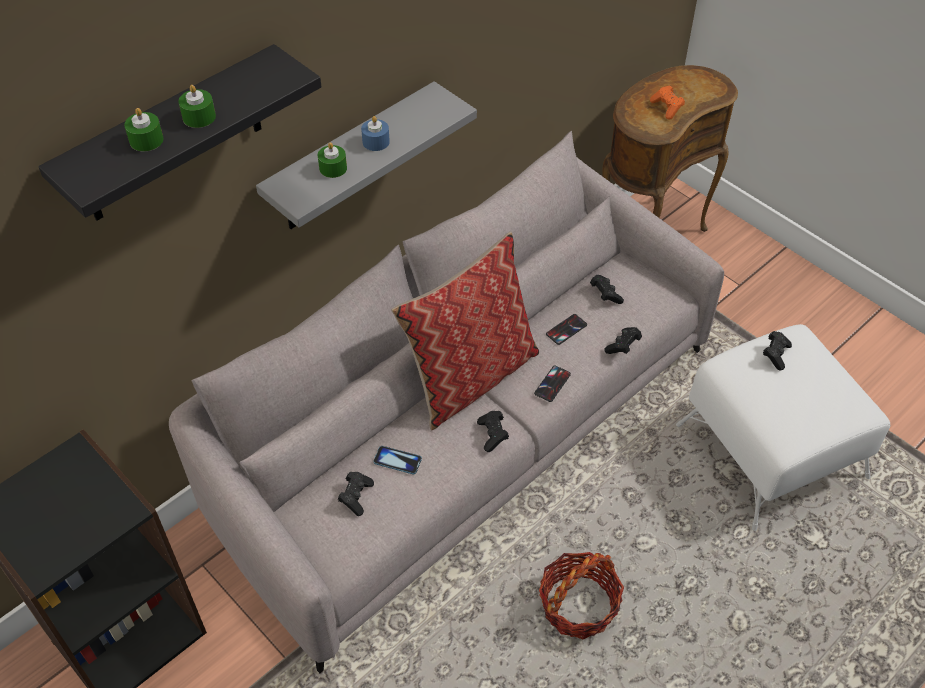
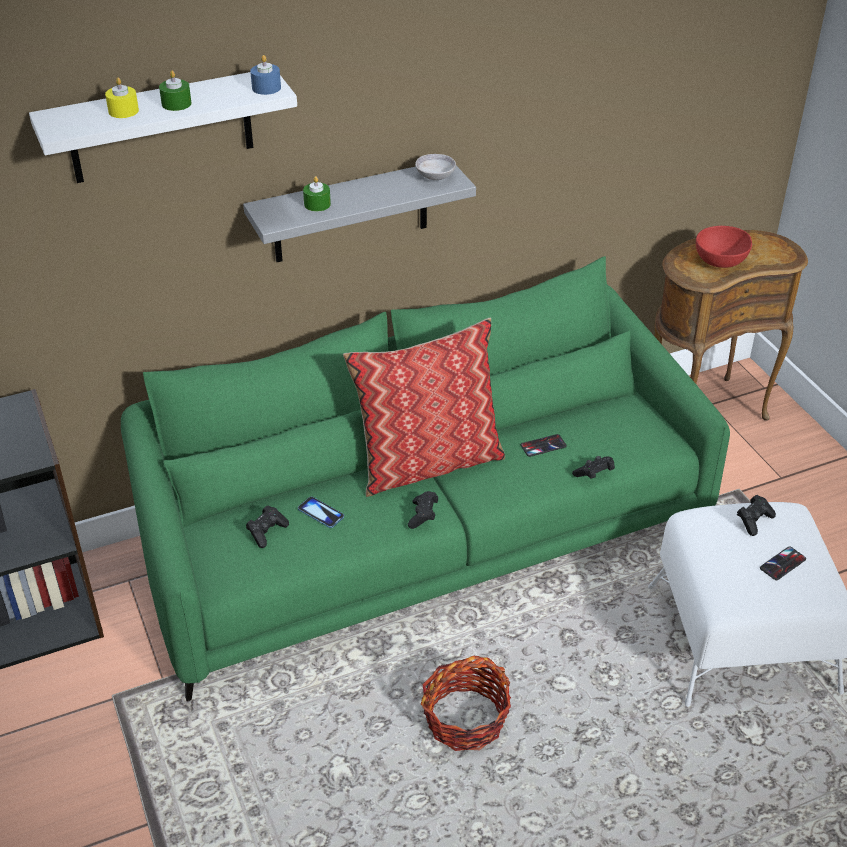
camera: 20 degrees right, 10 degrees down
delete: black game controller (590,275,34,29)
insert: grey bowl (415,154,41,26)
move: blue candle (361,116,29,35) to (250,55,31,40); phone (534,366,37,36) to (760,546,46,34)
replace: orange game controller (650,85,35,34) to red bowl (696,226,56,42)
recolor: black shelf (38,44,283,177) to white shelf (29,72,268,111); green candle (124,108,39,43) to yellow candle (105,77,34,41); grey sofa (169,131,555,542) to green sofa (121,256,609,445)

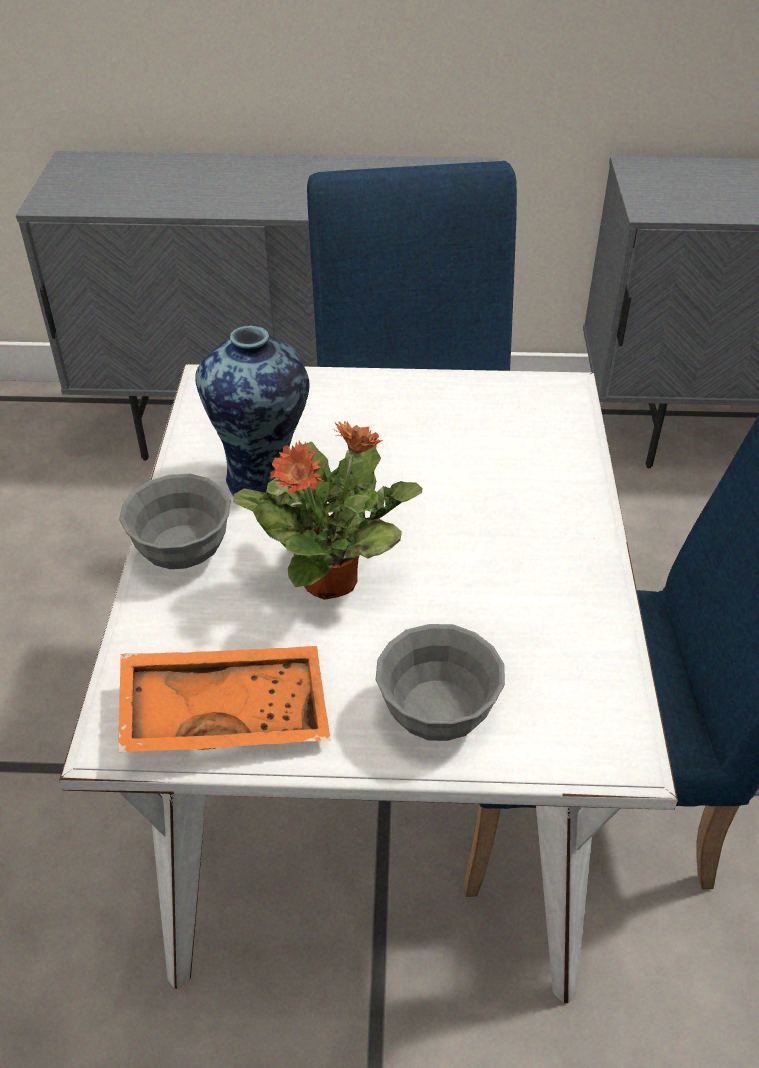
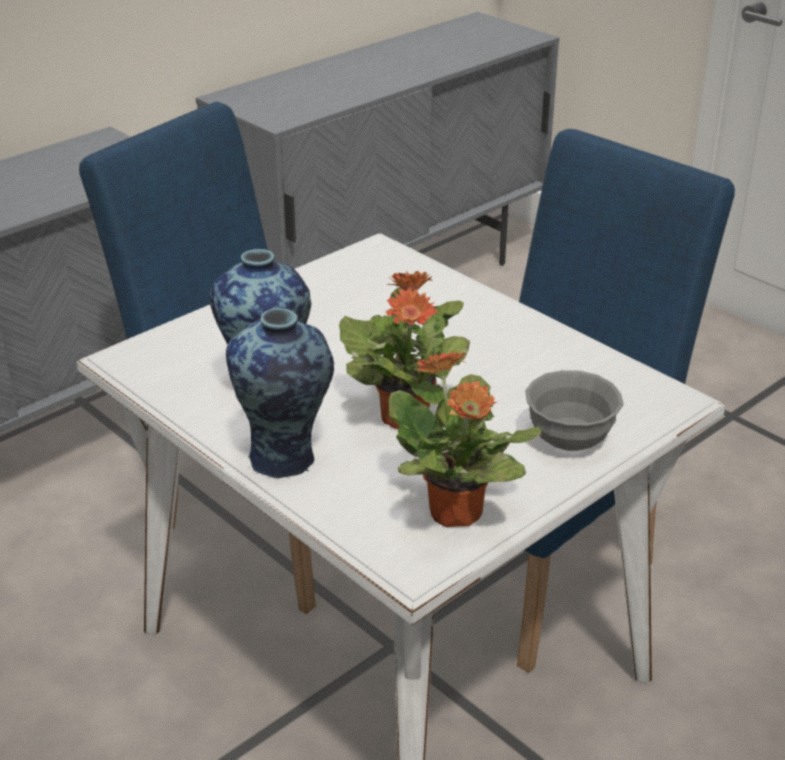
camera: 45 degrees left, 10 degrees down
replace: grey bowl (119,474,112,95) to vase (226,308,108,171); orange tray (118,646,213,106) to potted plant (389,350,153,177)

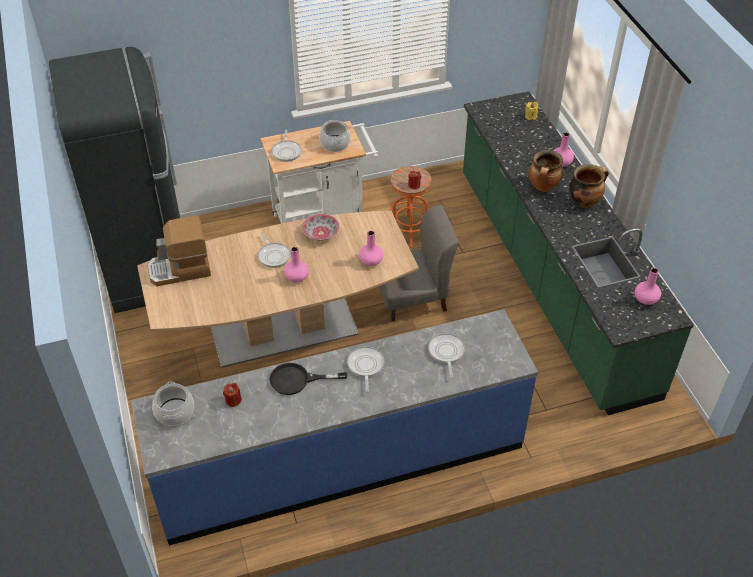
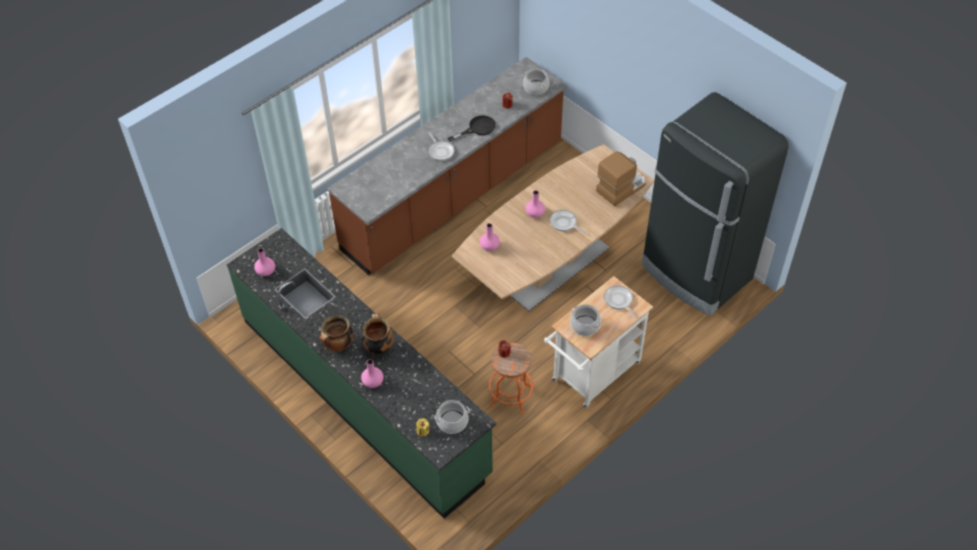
camera: 155 degrees right, 5 degrees up
delete: bowl (302,214,38,27); grey chair (378,205,81,116); frying pan (428,333,37,45)
insert: cooking pot (434,400,36,34)
recolor: blue counter (131,309,407,237) to brown counter (328,57,239,218)

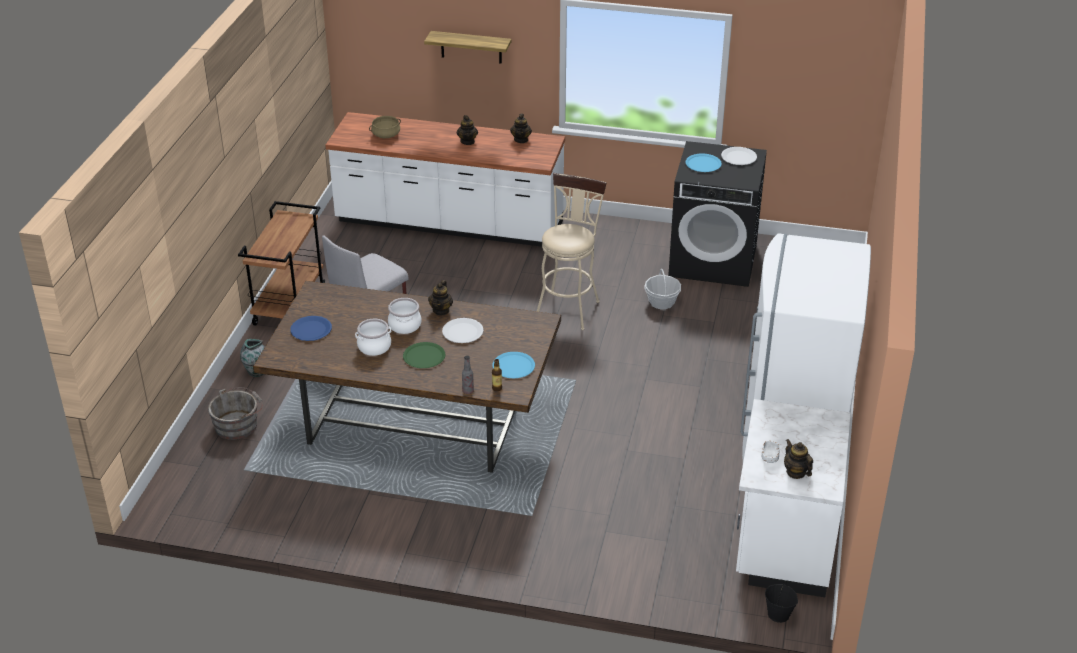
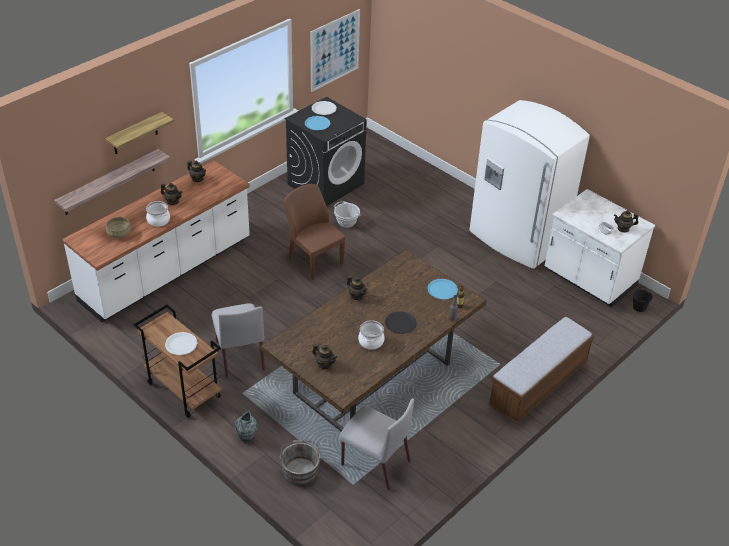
camera: 60 degrees left, 5 degrees up
insert: shelf (54,149,117,66); picture (311,9,49,83); grey chair (339,398,75,92); bench (488,317,107,107)
move: cooking pot (388,298,33,36) to (146,201,24,26); white plate (442,318,42,25) to (165,332,32,23)
replace: beige stool (537,173,70,157) to brown chair (284,184,62,96); blue plate (290,316,42,25) to teapot (312,344,25,25)
recolor: green plate (403,342,42,26) to black plate (385,311,32,23)

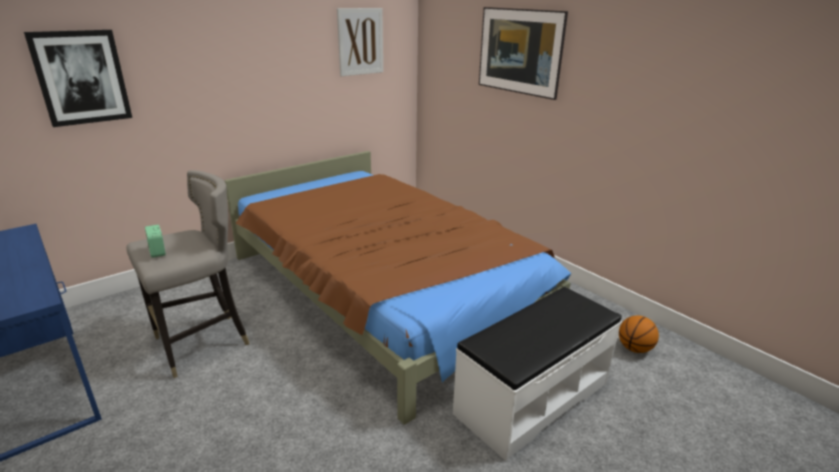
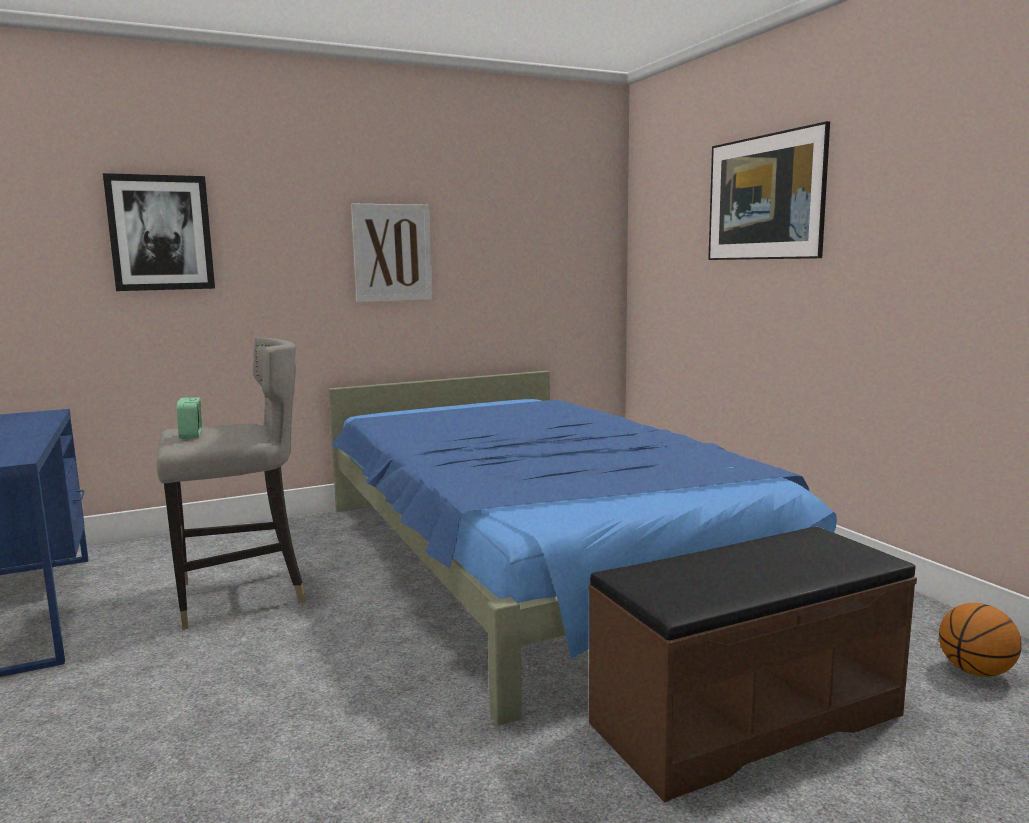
camera: 15 degrees right, 15 degrees down
move: picture (337,8,46,68) to (351,204,82,98)
recolor: brown bed (224,151,347,274) to blue bed (328,371,509,355); white bench (453,287,169,174) to brown bench (588,527,329,275)

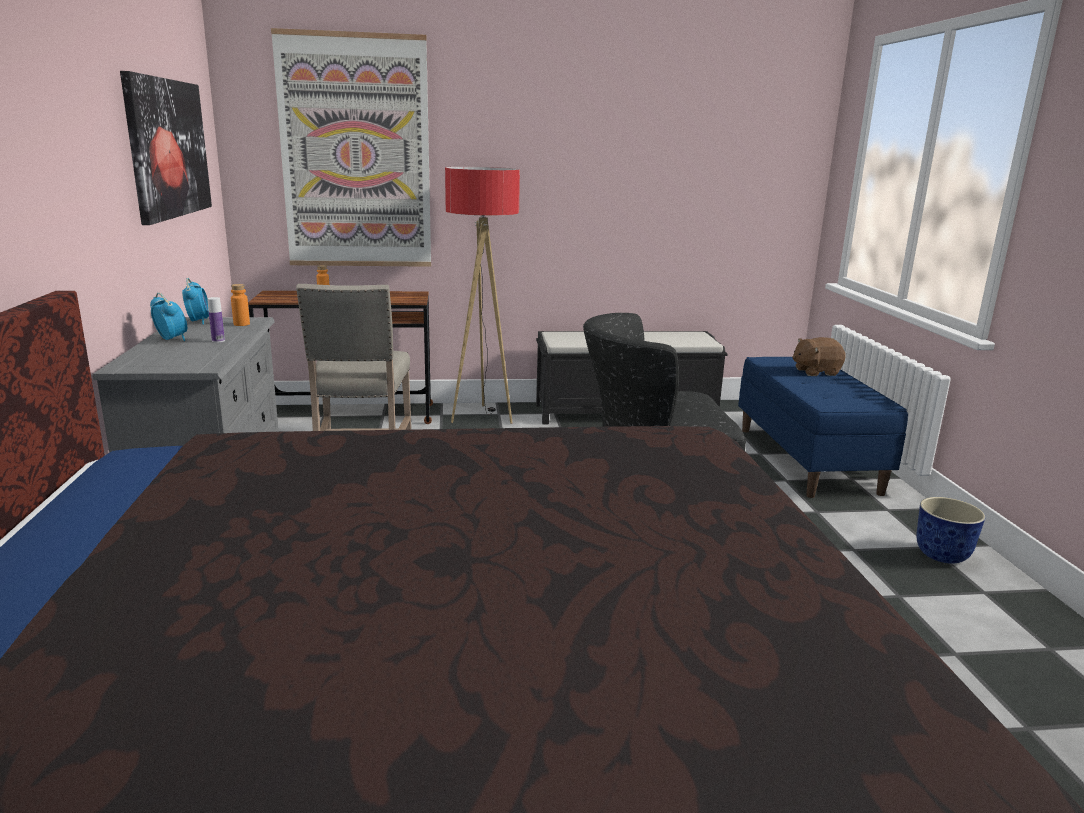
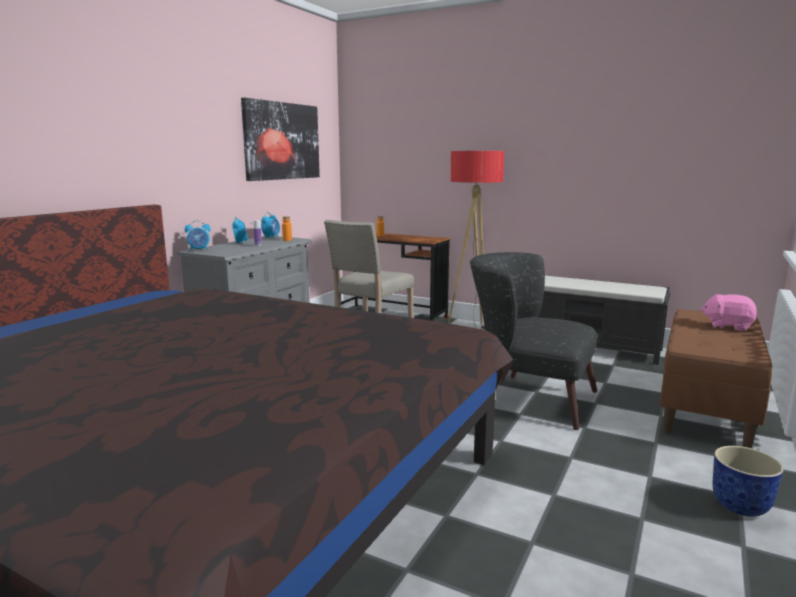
camera: 35 degrees right, 5 degrees down
delete: picture (271,28,160,239)
insert: alarm clock (184,220,27,31)
recolor: blue bench (738,357,170,141) to brown bench (660,309,112,139); brown plush toy (792,337,54,39) to pink plush toy (700,294,57,37)

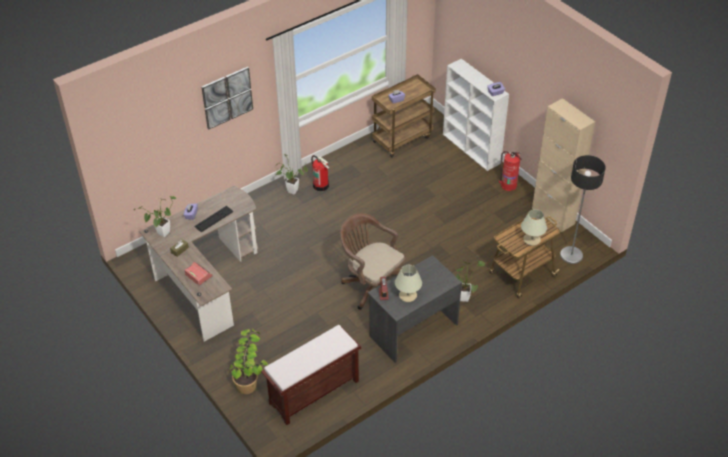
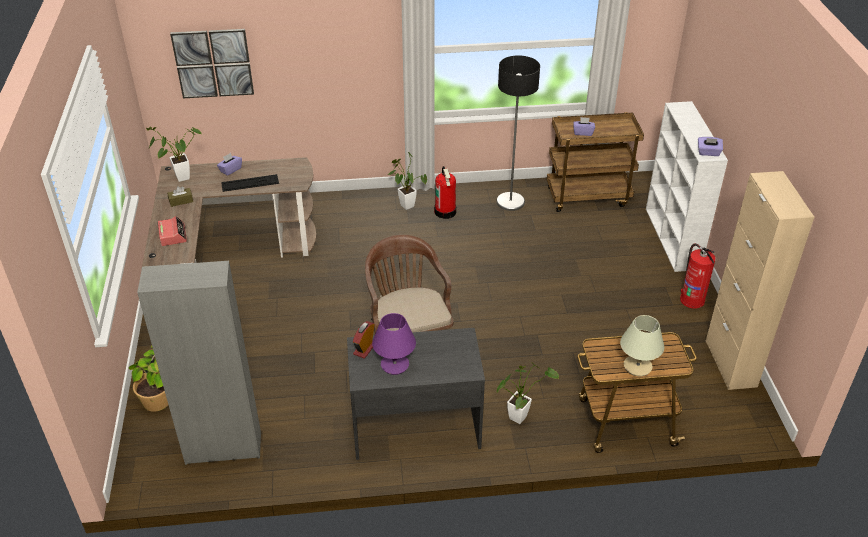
camera: 30 degrees right, 5 degrees down
move: picture (201,67,52,62) to (170,29,84,69); floor lamp (560,155,46,109) to (496,55,44,156)
replace: brown bench (261,325,100,100) to grey cabinet (137,261,124,204)
recolor: beige table lamp (395,265,27,37) to purple table lamp (372,313,44,62)

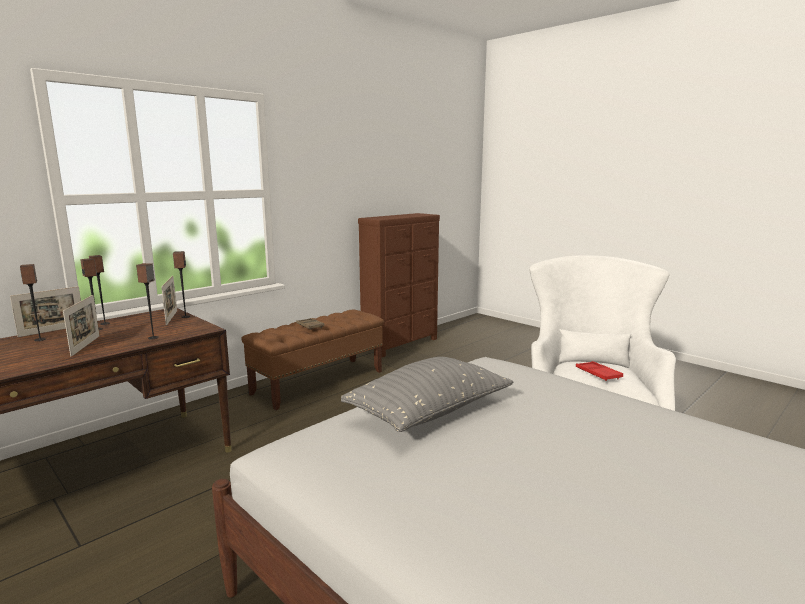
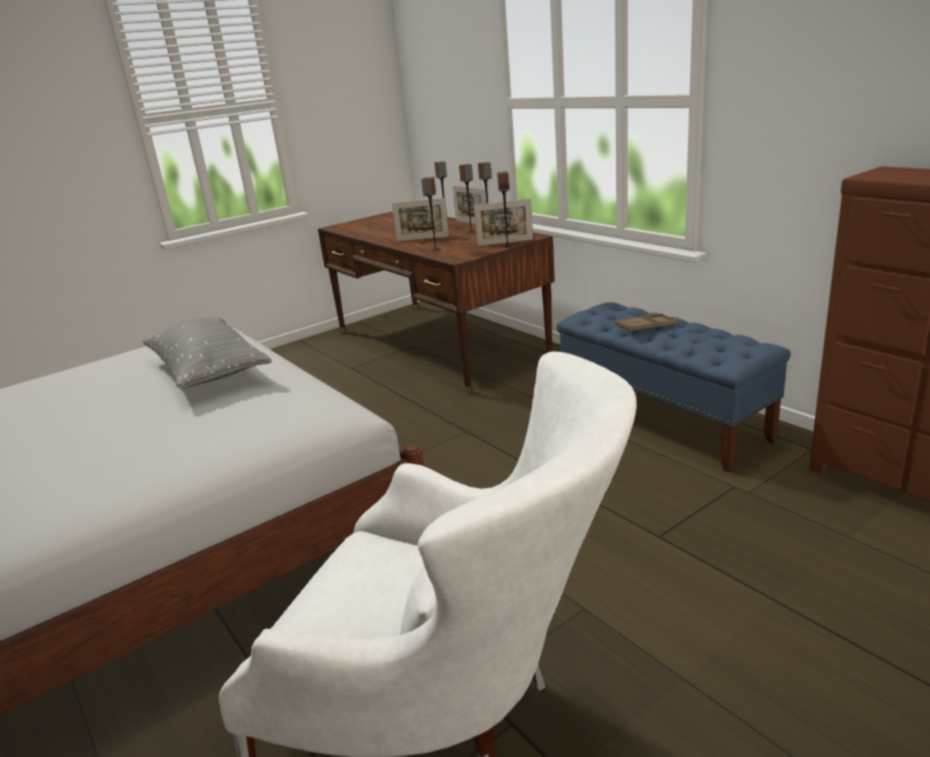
camera: 100 degrees right, 10 degrees up
delete: red tray (576,361,47,20)
recolor: brown bench (241,310,143,100) to blue bench (557,302,234,170)

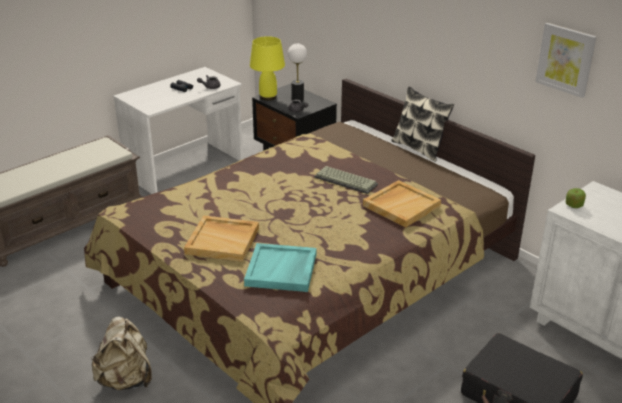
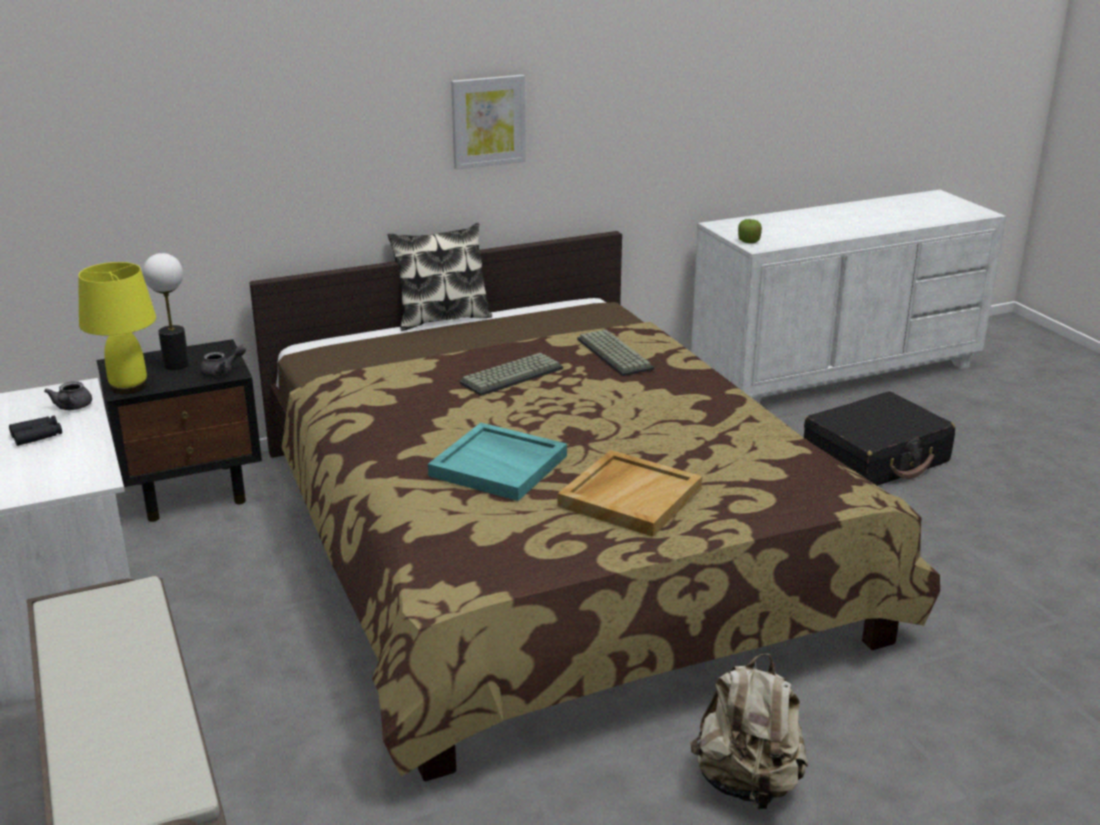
camera: 70 degrees left, 5 degrees down
move: turquoise tray (244,243,72,49) to (428,423,139,78); picture (535,23,62,75) to (451,75,75,95)
replace: beige tray (363,180,78,48) to keyboard (577,330,77,46)

